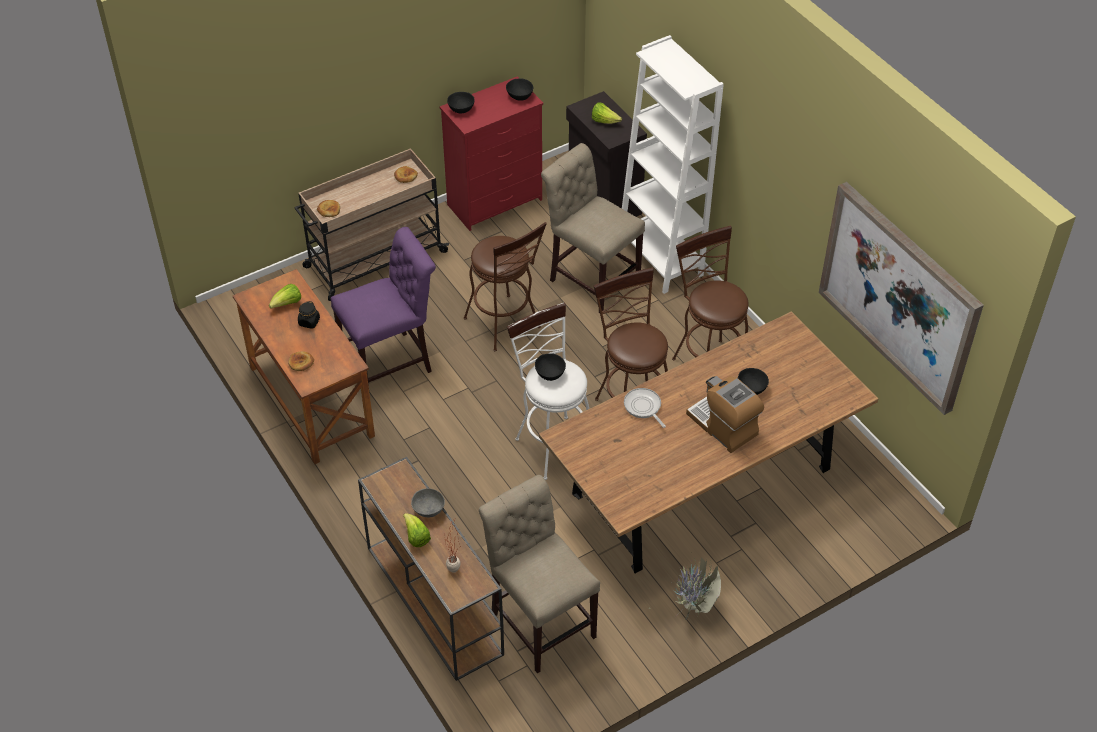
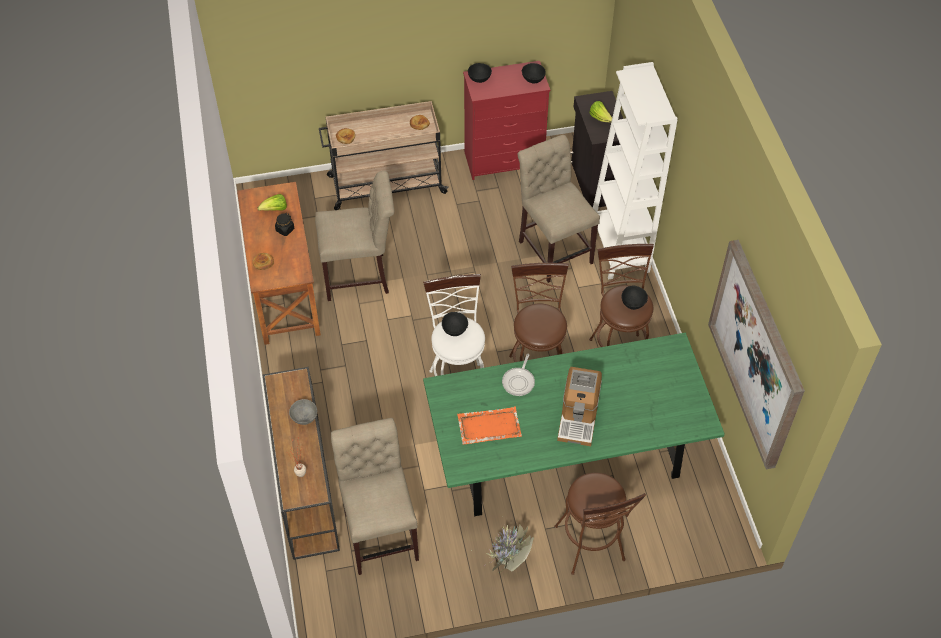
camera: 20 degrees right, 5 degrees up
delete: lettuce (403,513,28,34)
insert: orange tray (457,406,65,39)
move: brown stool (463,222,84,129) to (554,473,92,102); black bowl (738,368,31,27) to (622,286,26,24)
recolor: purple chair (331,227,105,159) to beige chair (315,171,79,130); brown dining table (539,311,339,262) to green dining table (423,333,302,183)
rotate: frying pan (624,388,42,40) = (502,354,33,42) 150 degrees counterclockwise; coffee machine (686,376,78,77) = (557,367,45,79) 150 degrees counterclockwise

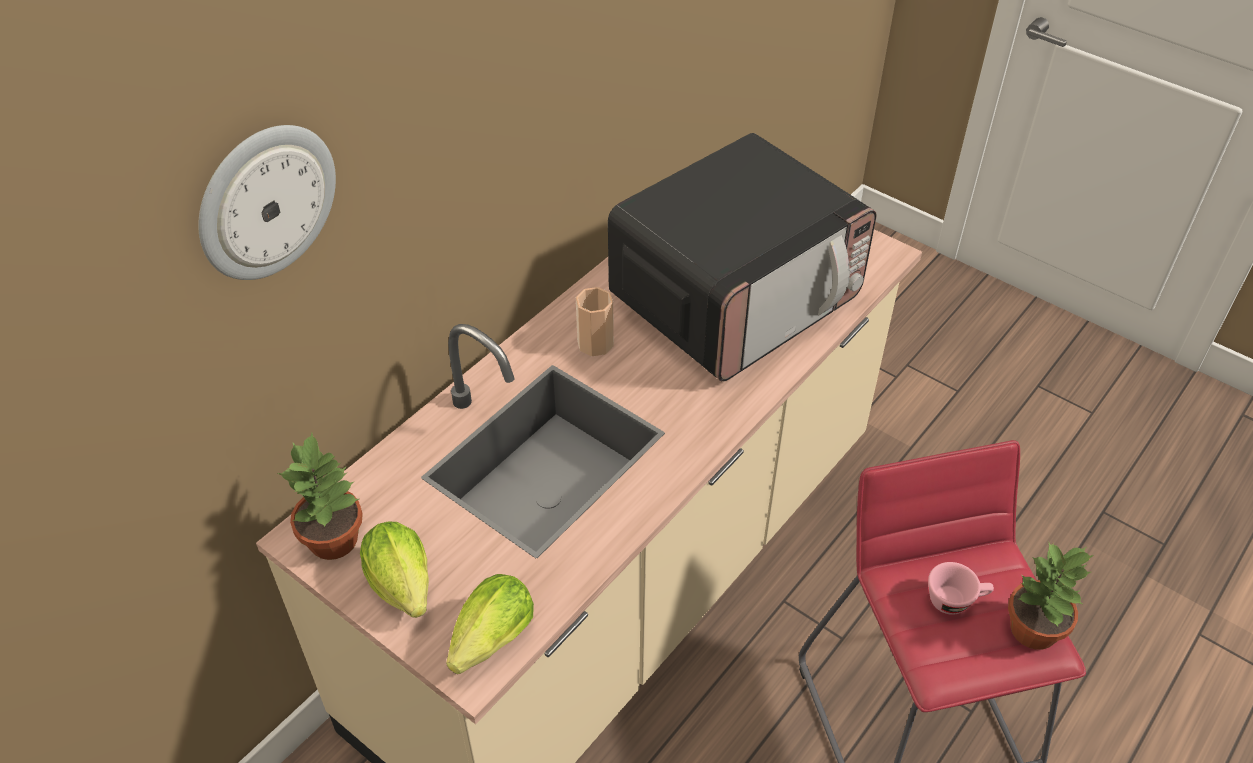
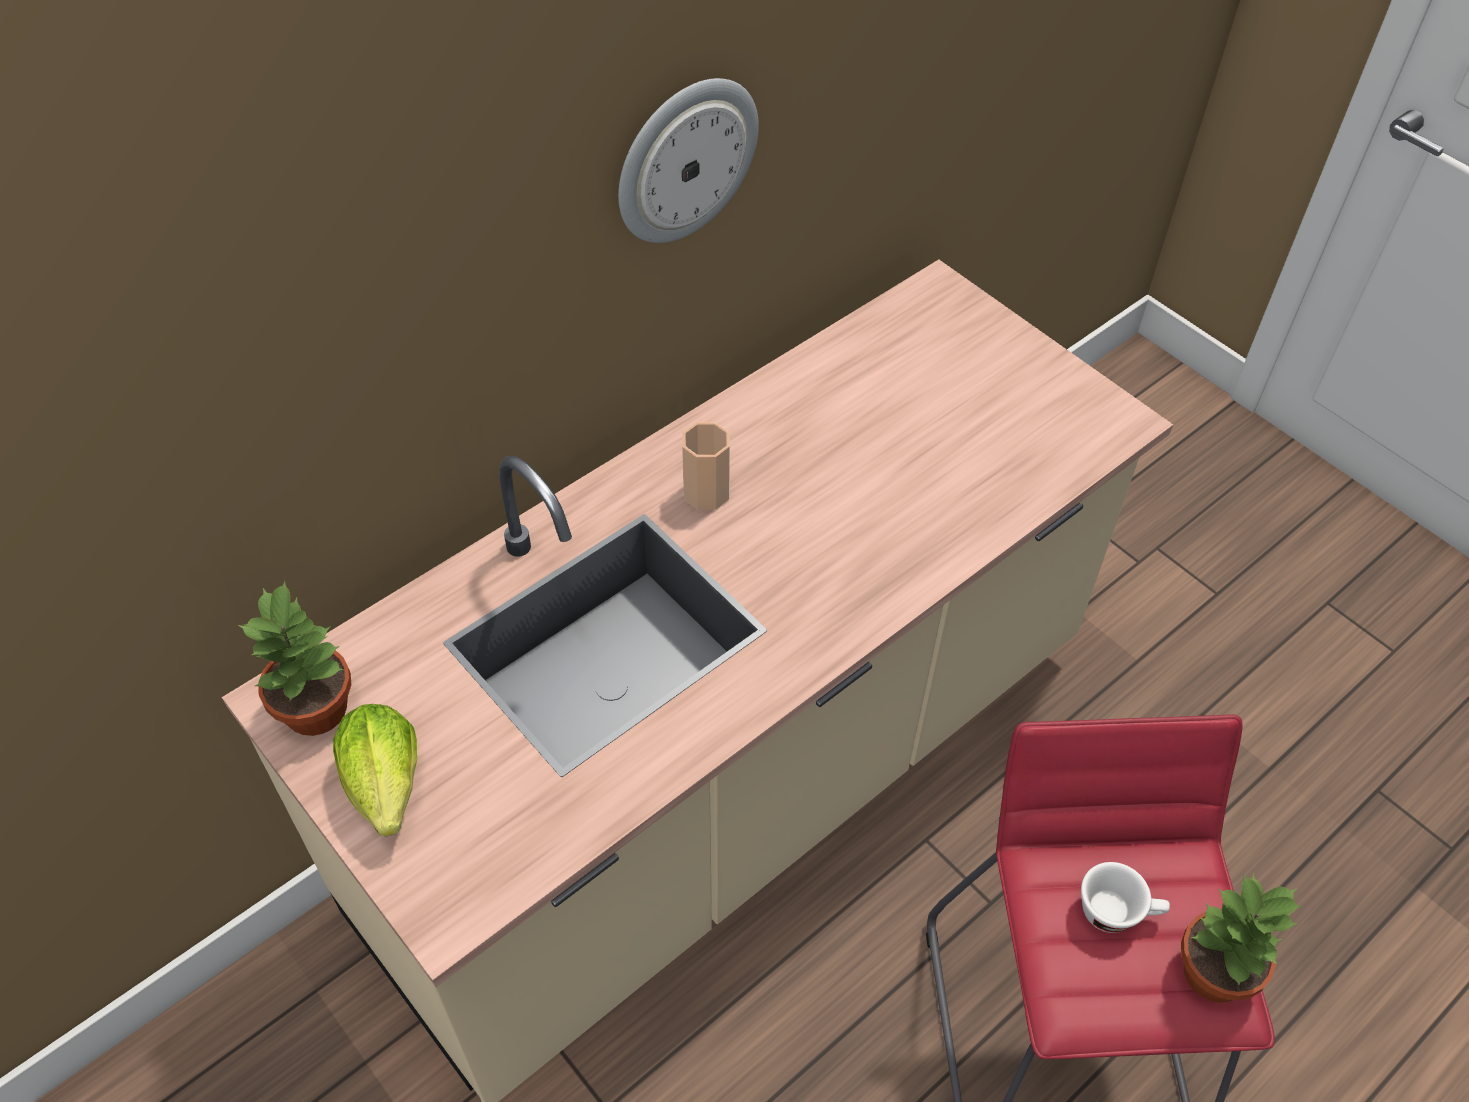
camera: 10 degrees right, 5 degrees up
delete: lettuce (446,574,88,100); microwave (608,133,269,249)
move: wall clock (198,125,138,155) to (618,78,141,165)
recolor: pink cup (928,562,66,53) to white cup (1081,862,89,71)

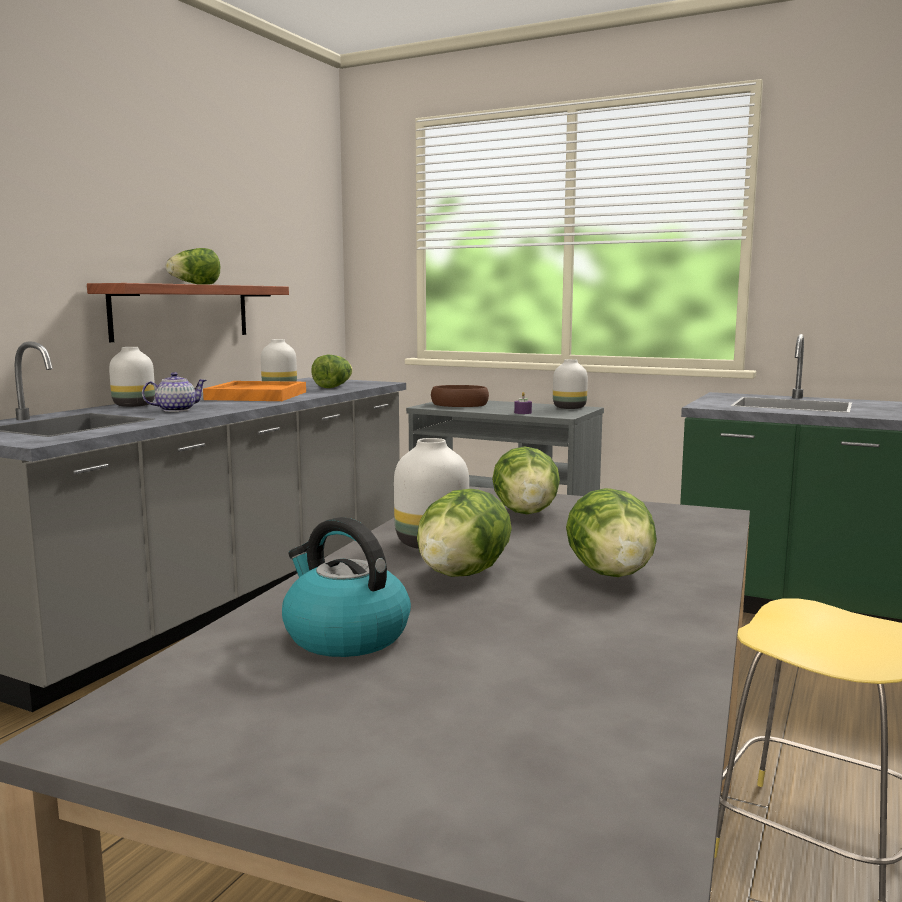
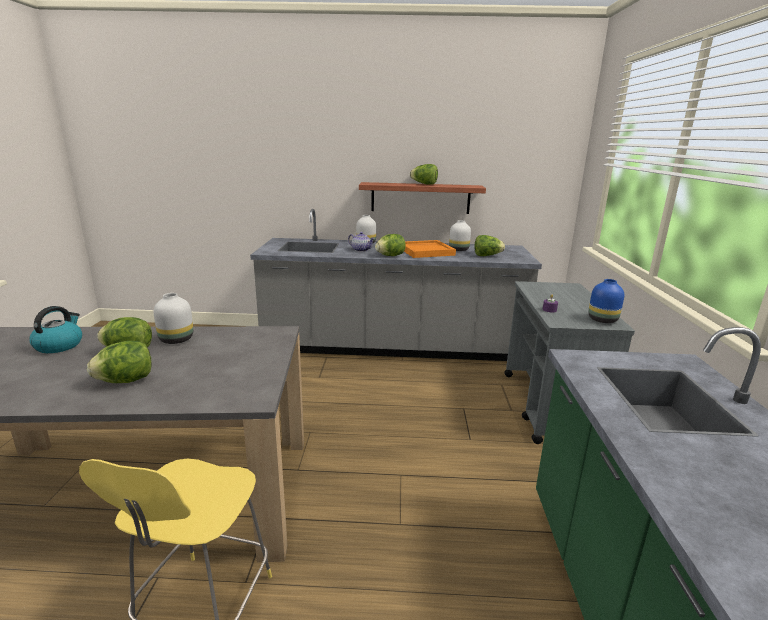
camera: 65 degrees right, 10 degrees up
delete: brown bowl (431,385,58,22)
move: lettuce (492,447,68,67) to (375,234,31,22)
recolor: white vase (553,359,35,50) to blue vase (589,279,35,44)

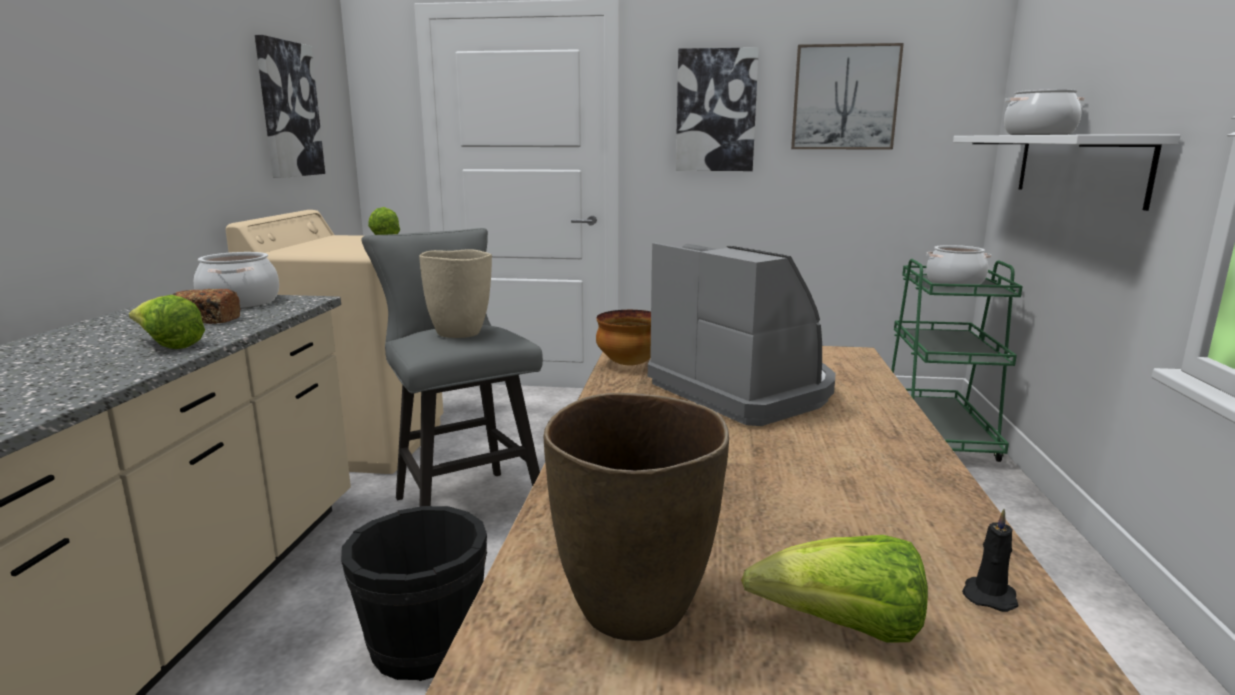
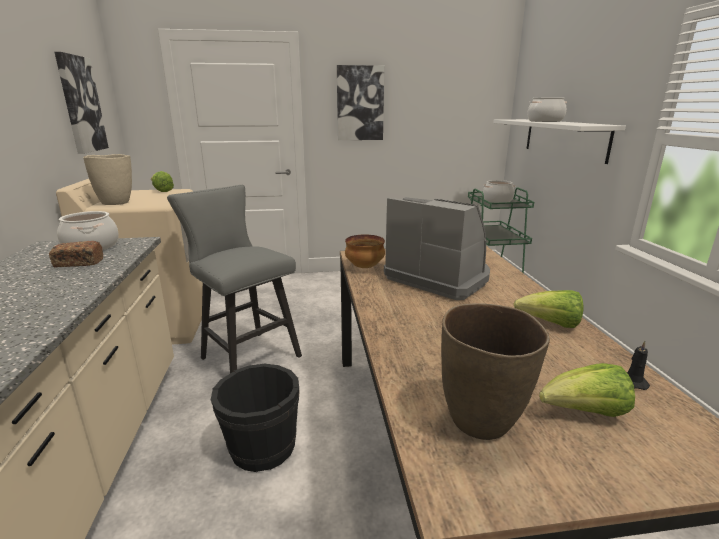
camera: 15 degrees left, 5 degrees up
delete: picture (791,43,113,106)
move: beige vase (419,249,73,89) to (83,154,49,51); lettuce (129,295,76,54) to (514,290,70,38)

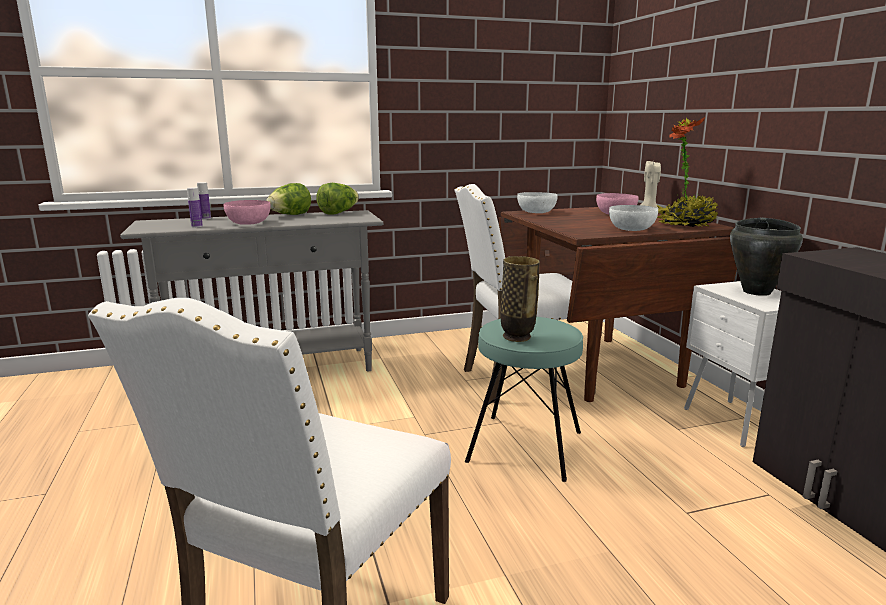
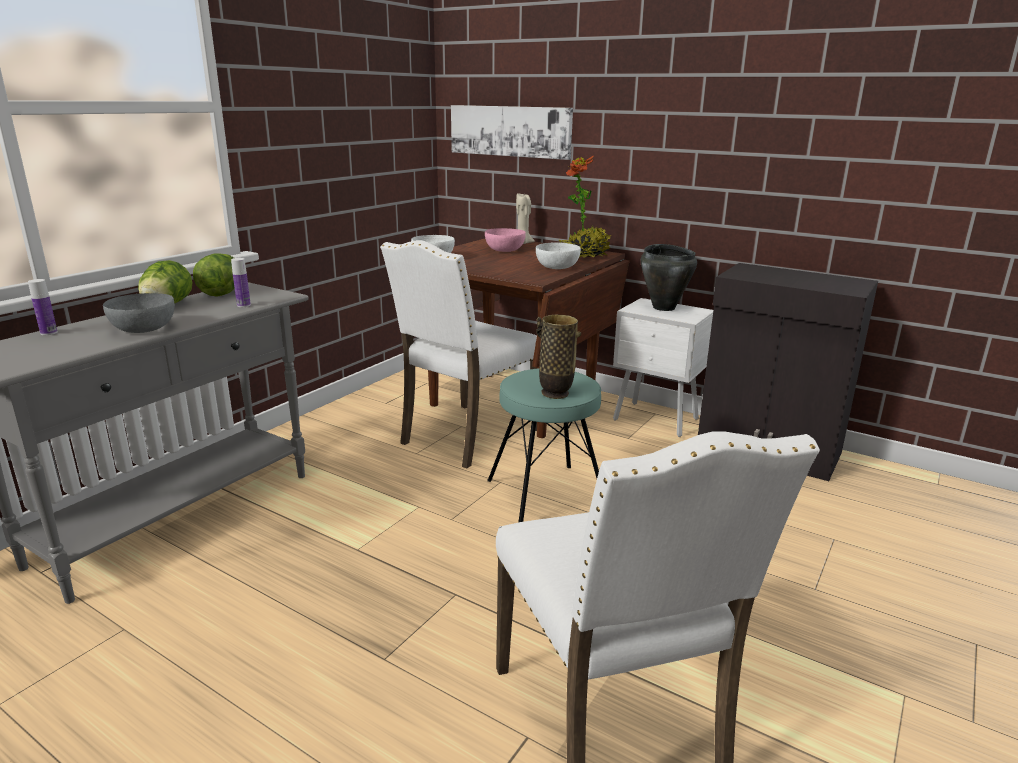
camera: 40 degrees left, 5 degrees up
insert: picture (451,105,122,55)
move: bottle (187,187,16,41) to (231,258,20,49)
recolor: pink bowl (224,200,47,25) to grey bowl (103,293,72,40)

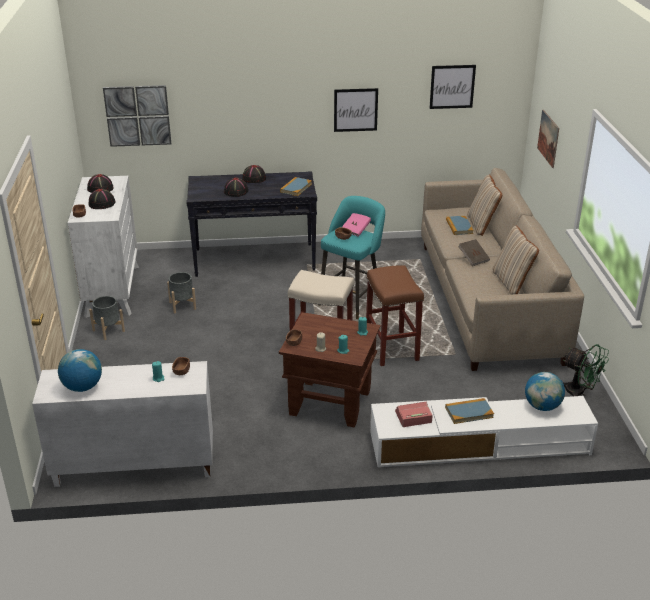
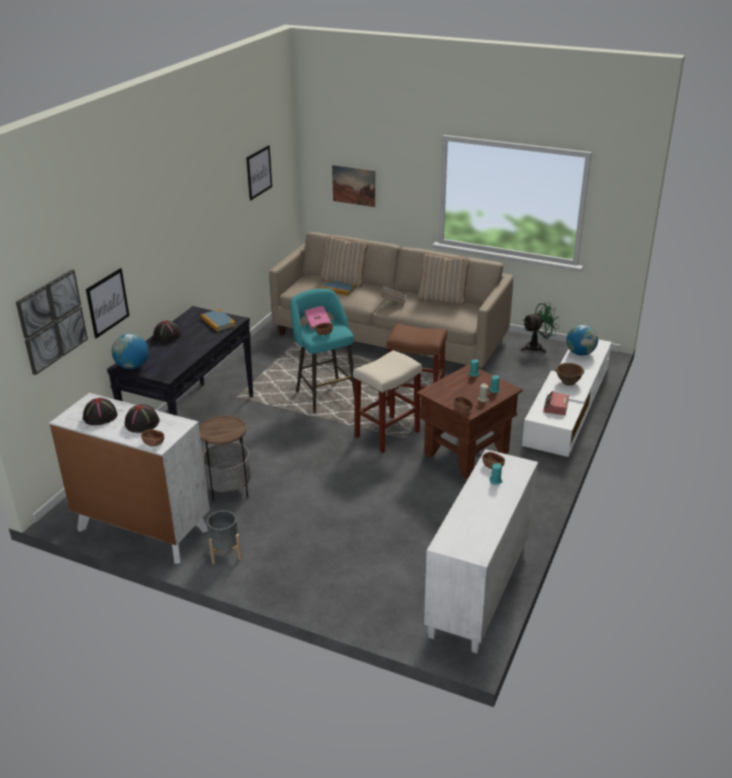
camera: 60 degrees left, 0 degrees up
delete: black hat (224,178,24,19)
move: picture (334,88,44,44) to (86,268,43,70); globe (58,349,44,43) to (112,333,37,36)
replace: grey planter (167,272,29,42) to side table (199,416,53,87); book (445,398,49,26) to brown bowl (555,363,29,23)

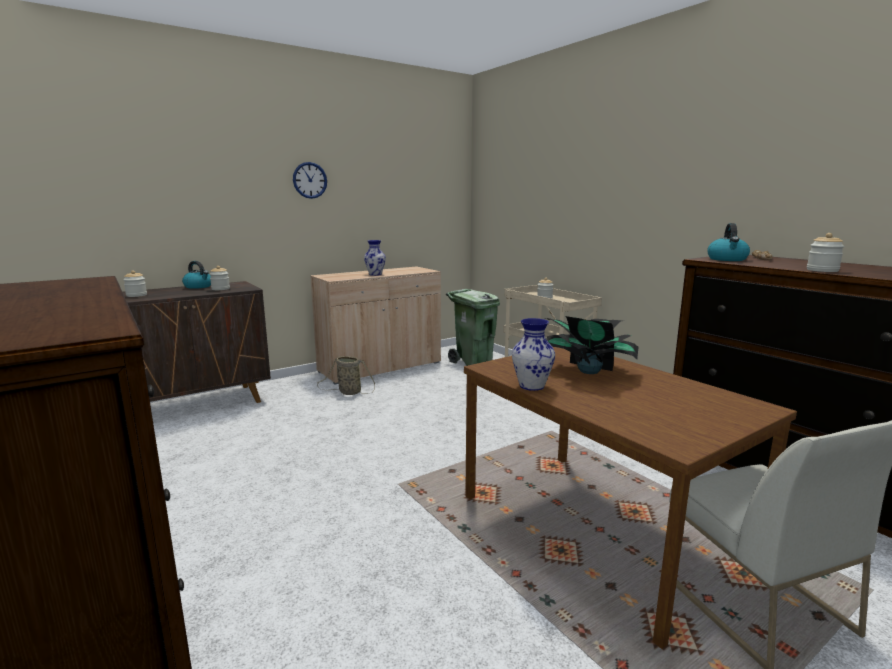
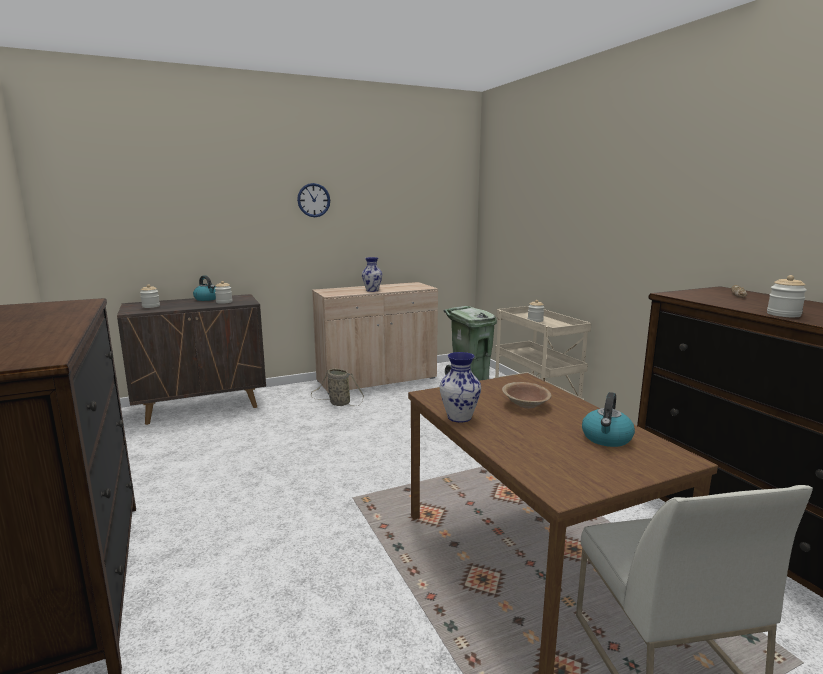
camera: 10 degrees right, 0 degrees up
move: kettle (707,223,43,38) to (582,392,53,55)
replace: potted plant (546,316,93,58) to brown bowl (502,382,49,27)

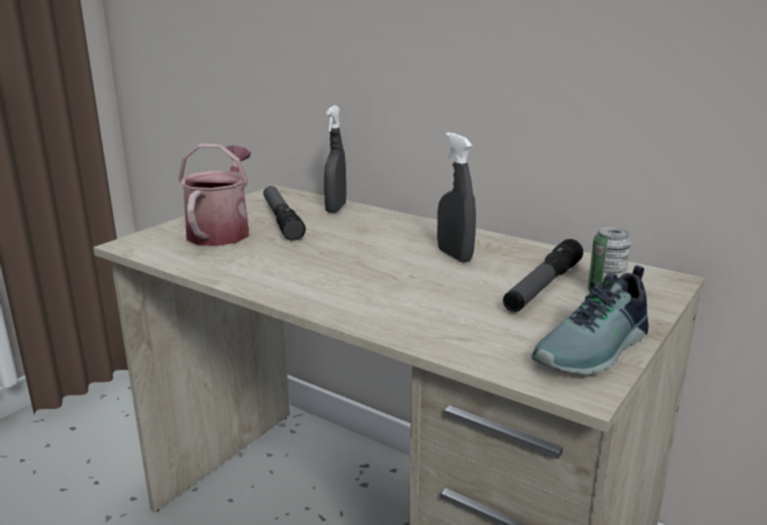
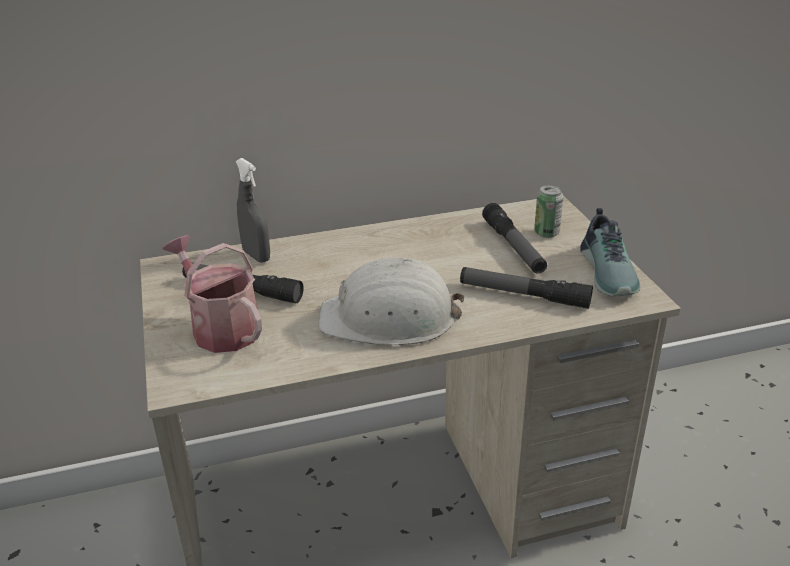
camera: 50 degrees left, 10 degrees up
delete: grey spray bottle (437,132,39,131)
insert: white hard hat (318,258,146,87); flashlight (460,267,133,42)

